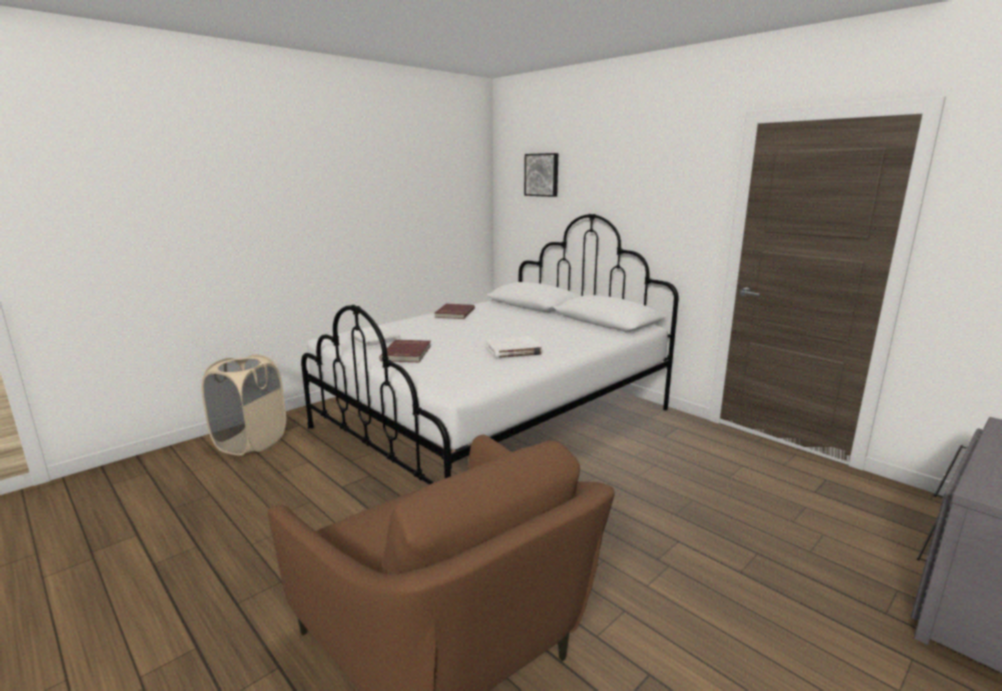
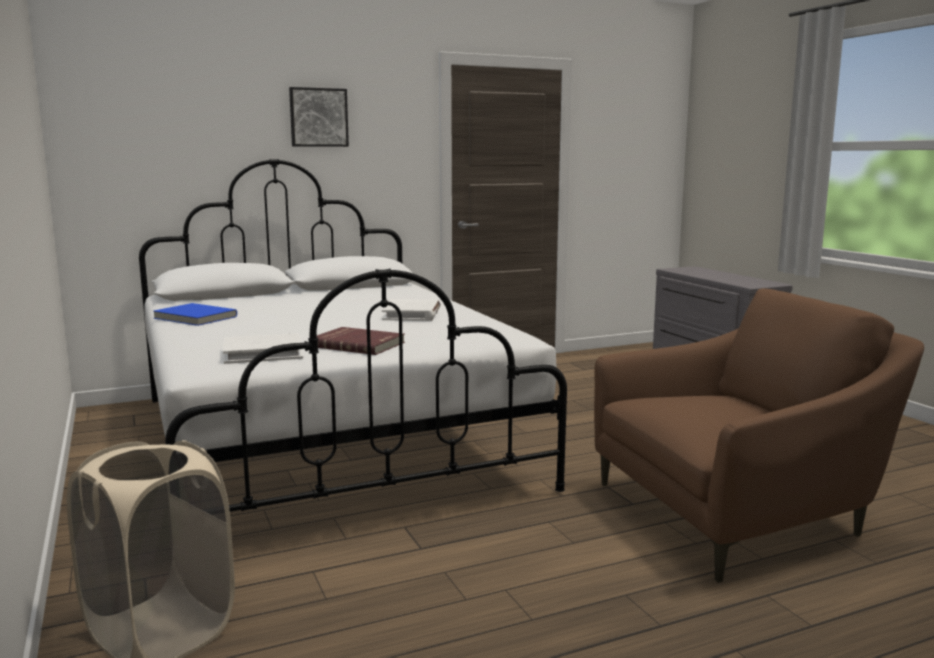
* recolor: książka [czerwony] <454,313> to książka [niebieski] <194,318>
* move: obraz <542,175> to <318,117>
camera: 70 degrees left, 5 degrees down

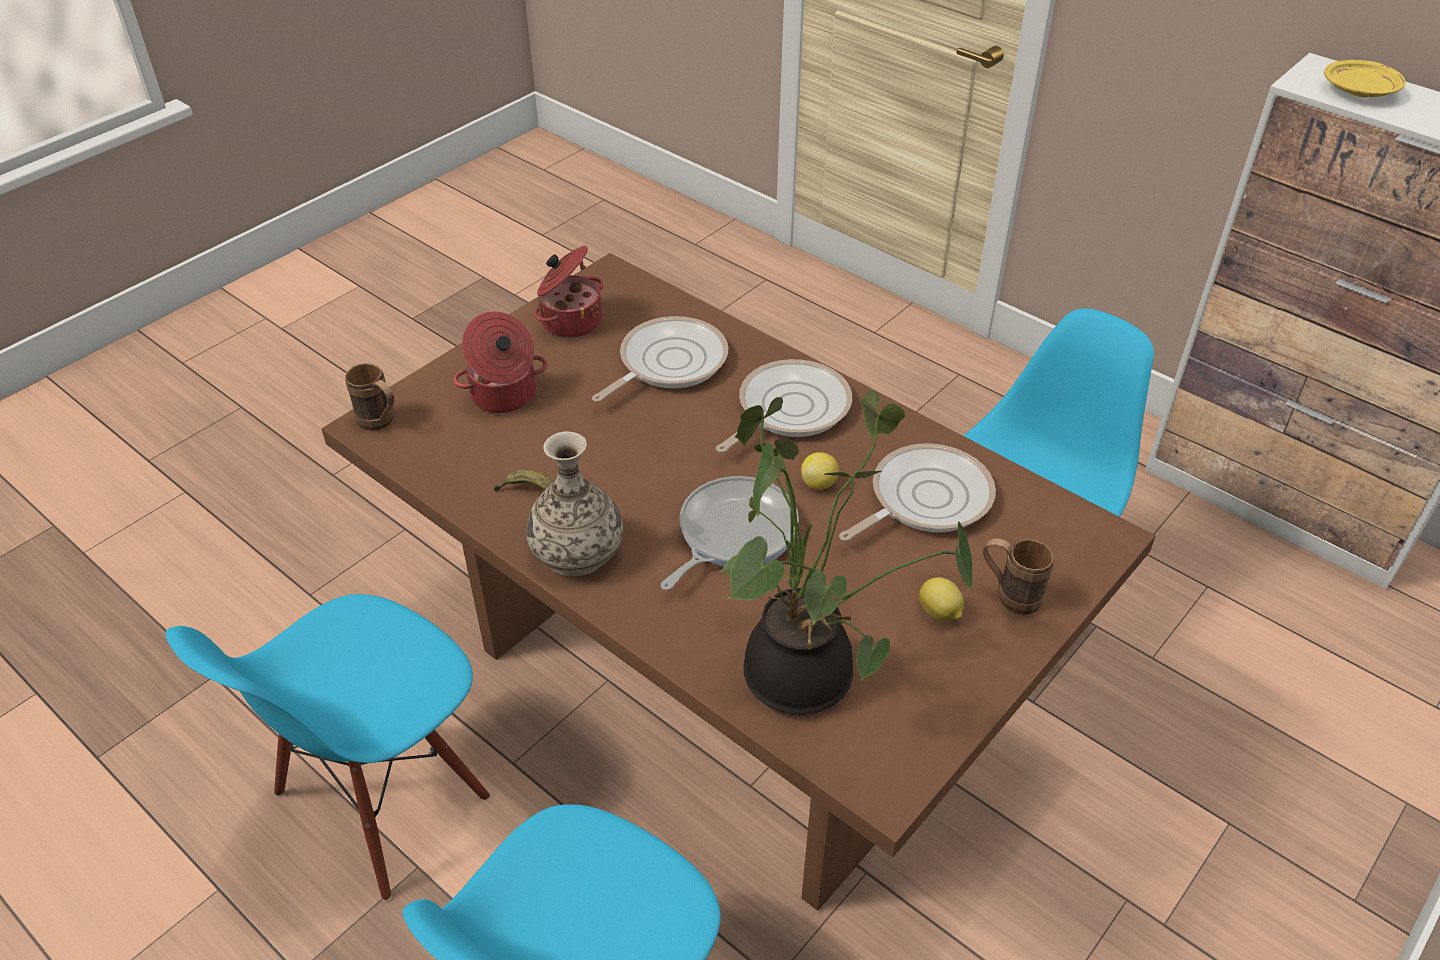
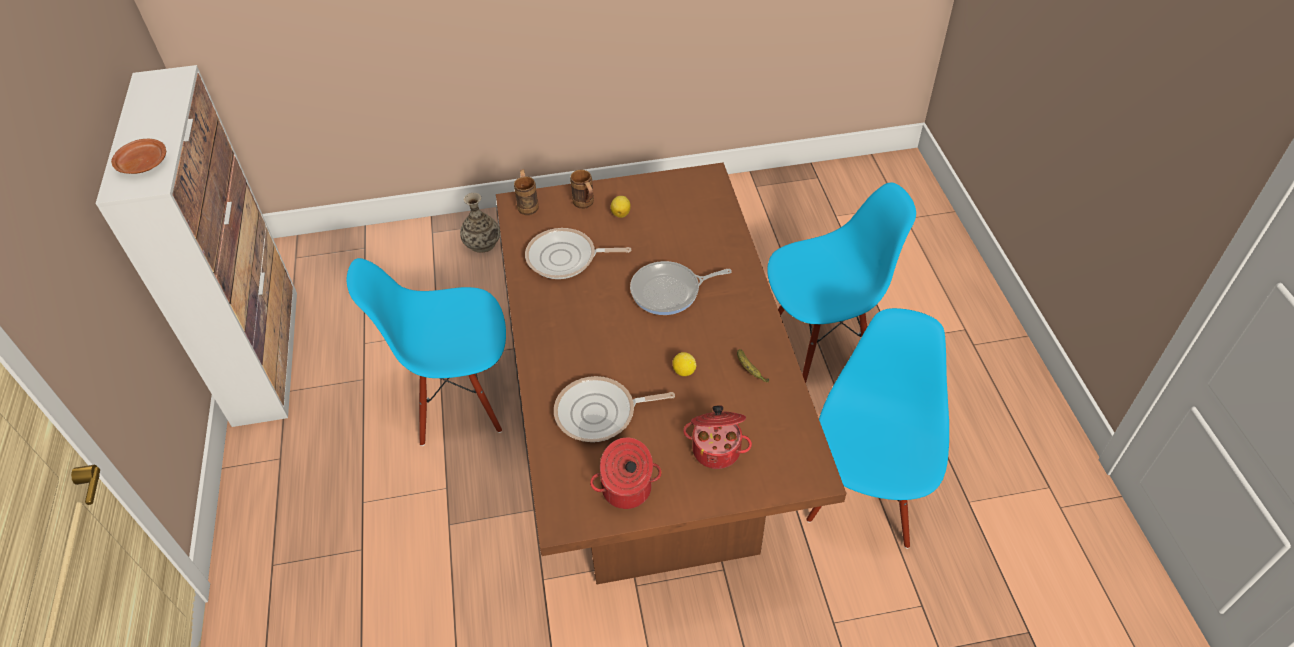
* rotate: krzesło [niebieski] <382,800> = <864,497> 60 degrees counterclockwise
* move: kubek [brązowy] <381,423> to <527,204>
* move: wazon <576,551> to <482,243>
* delete: patelnia <788,409>
* delete: roślina doniczkowa <808,675>
* move: cytryna <819,483> to <684,371>
* recolor: talerz [żółty] <1360,91> to talerz [brązowy] <143,164>
camera: 140 degrees left, 5 degrees up

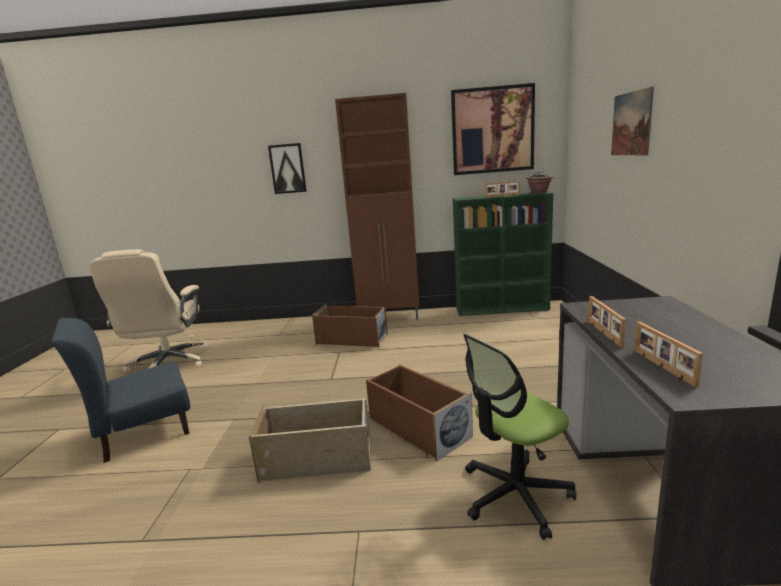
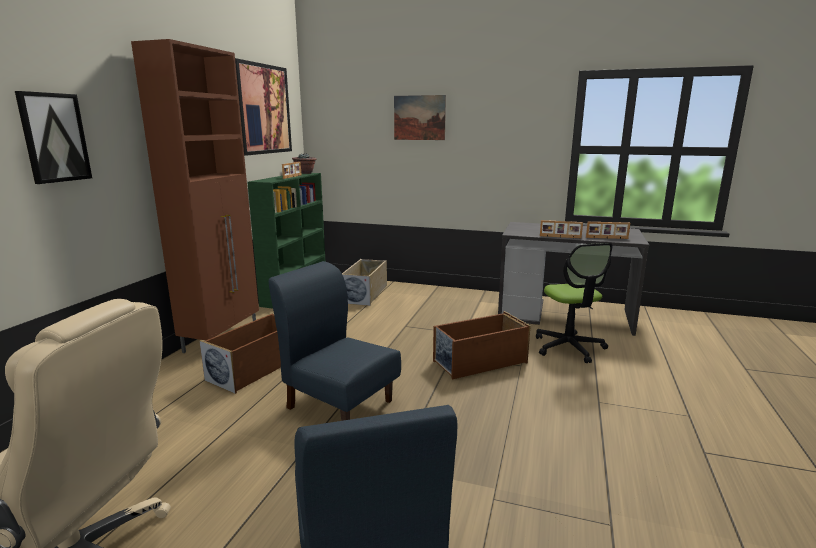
* move: pojemnik do przechowywania [beżowy] <318,459> to <365,294>
* insert: krzesło [niebieski] <339,403>
camera: 75 degrees left, 0 degrees up

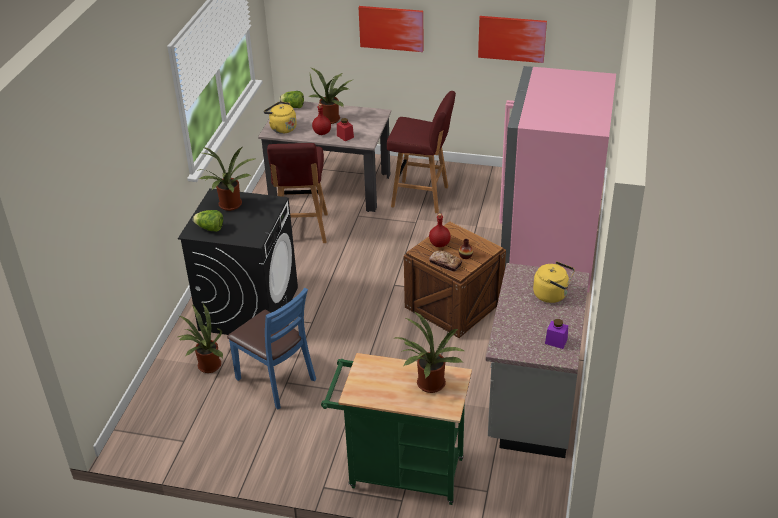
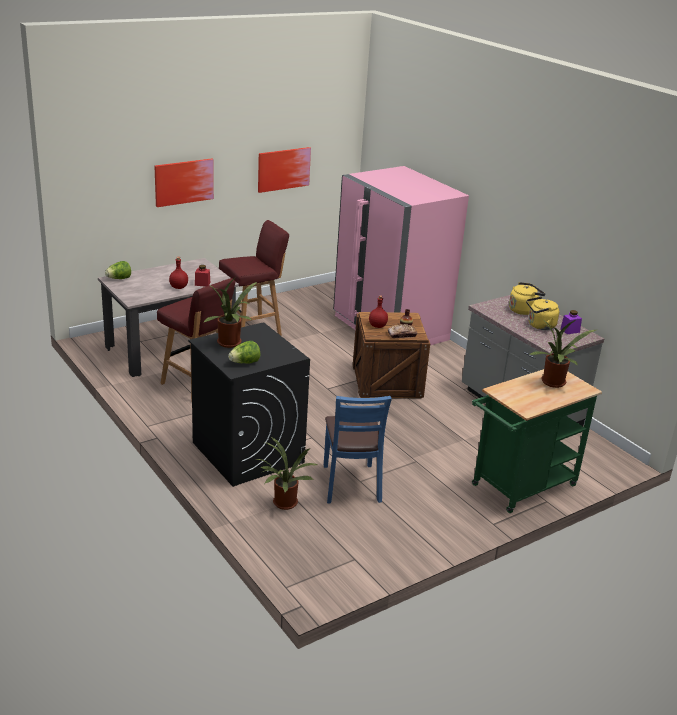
* rotate: krzesło [niebieski] <276,380> = <350,484> 90 degrees clockwise
* move: czajnik [żółty] <282,128> to <539,326>
* delete: roślina doniczkowa <332,119>
camera: 50 degrees left, 10 degrees down

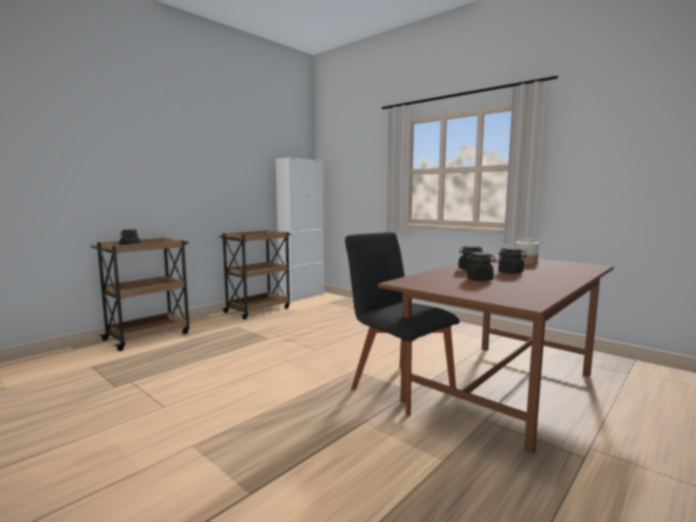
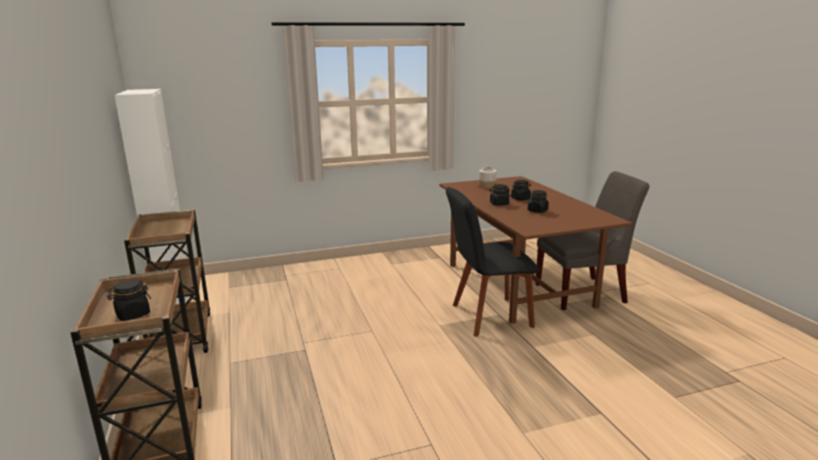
* insert: krzesło [szary] <583,293>
camera: 60 degrees left, 10 degrees up

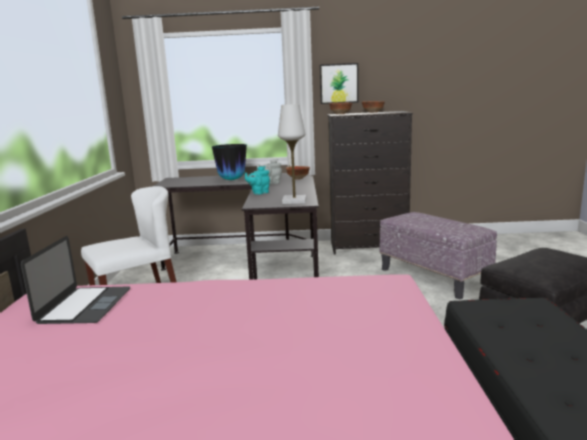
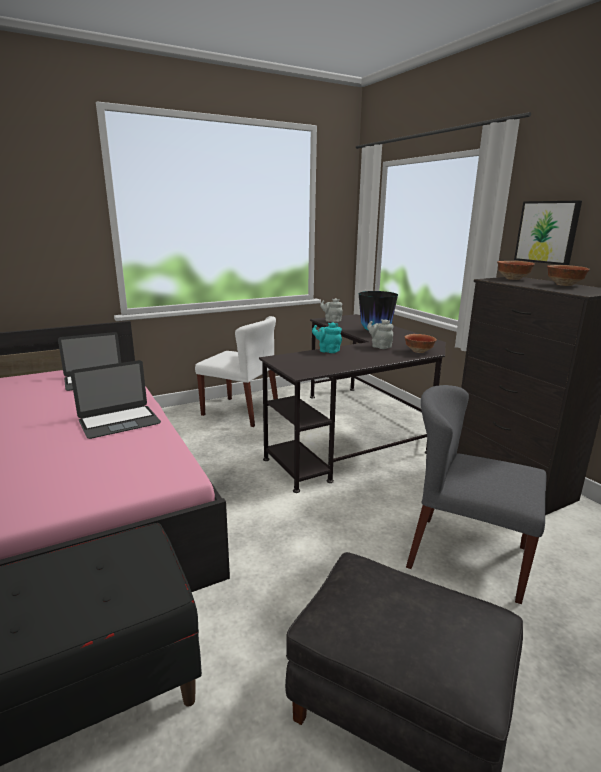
* delete: lampa stołowa [biały] <294,201>
* replace: pufa <432,277> to krzesło [szary] <466,556>
* insert: laptop <119,421>
* insert: imbryk [szary] <331,321>
camera: 60 degrees right, 5 degrees up

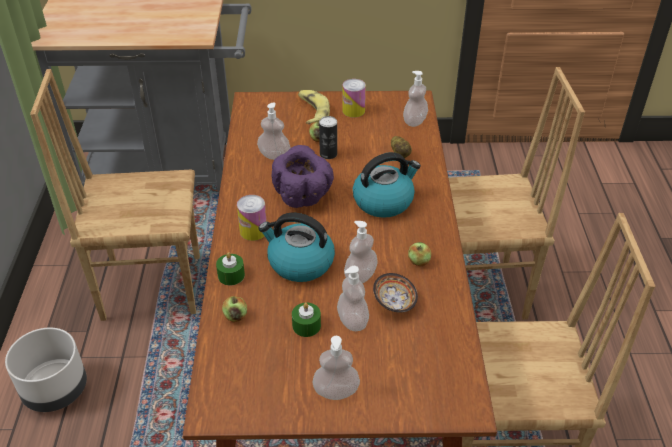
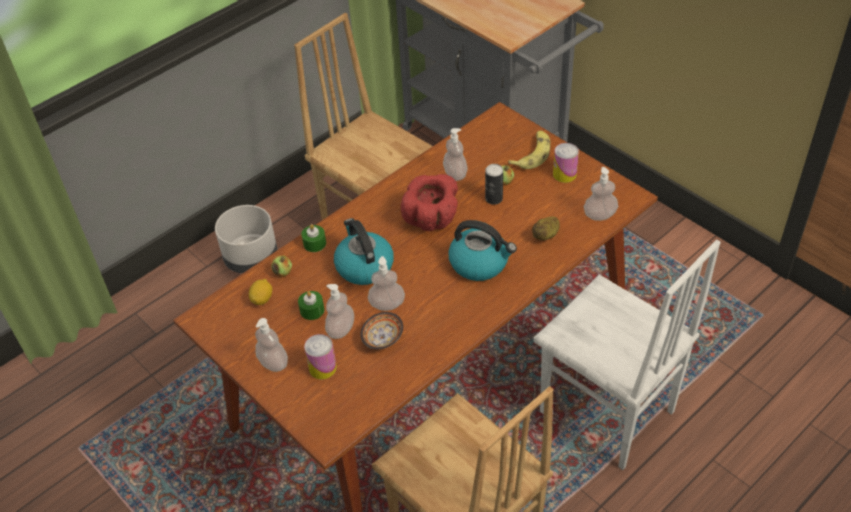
* move: puszka <253,231> to <322,368>
* recolor: miska [fioletowy] <303,195> to miska [czerwony] <432,219>
* delete: jabłko <418,261>
* recolor: krzesło [brązowy] <474,293> to krzesło [biały] <606,414>
* insert: cytryna <262,299>
camera: 50 degrees right, 5 degrees up

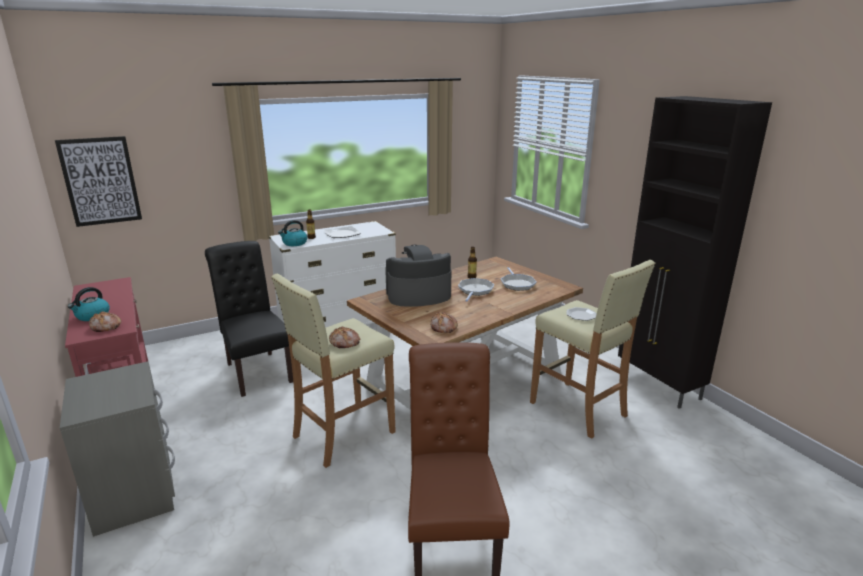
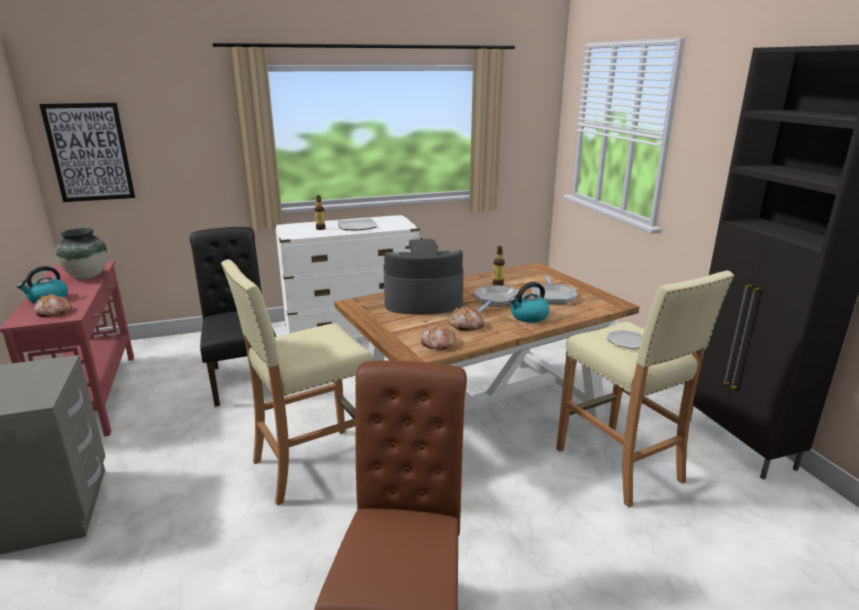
* move: czajnik <294,243> to <528,317>
* move: chleb <345,343> to <466,325>
* insert: wazon <87,276>
camera: 10 degrees right, 0 degrees up

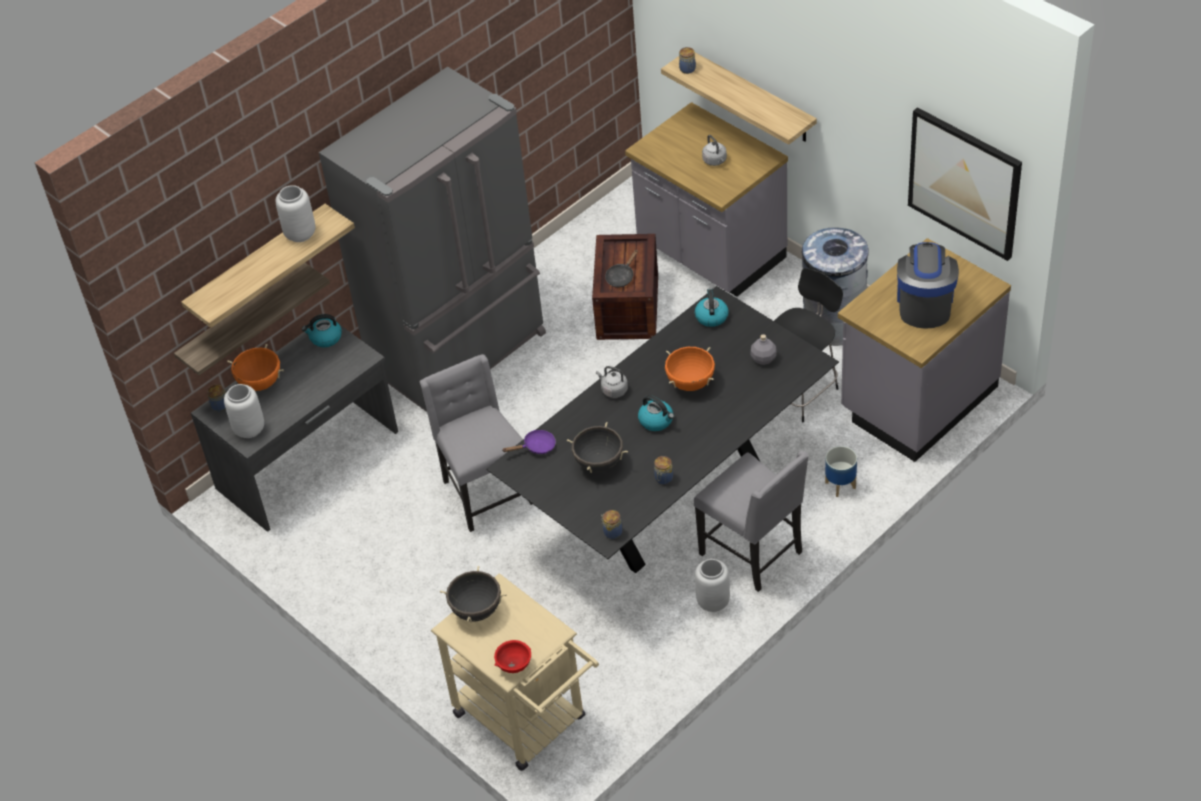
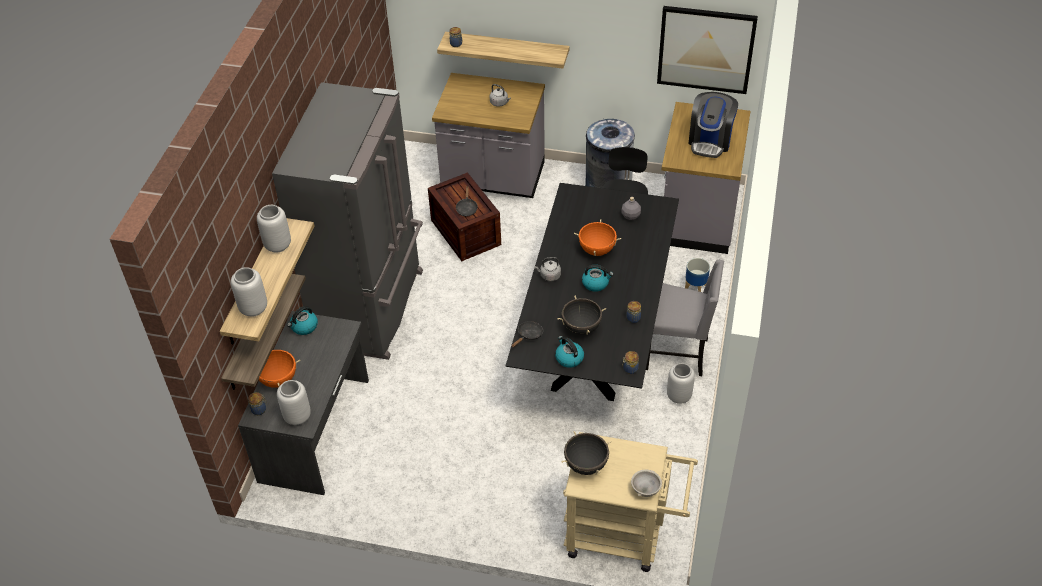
* delete: krzesło [szary] <485,492>
* recolor: miska [czerwony] <514,665> to miska [szary] <645,490>
* recolor: patelnia [fioletowy] <536,447> to patelnia [czarny] <528,335>
* move: czajnik <711,316> to <569,358>
* rotate: ekspres do kawy <924,304> = <710,141> 135 degrees counterclockwise
* insert: wazon [szary] <254,309>
camera: 35 degrees left, 0 degrees up

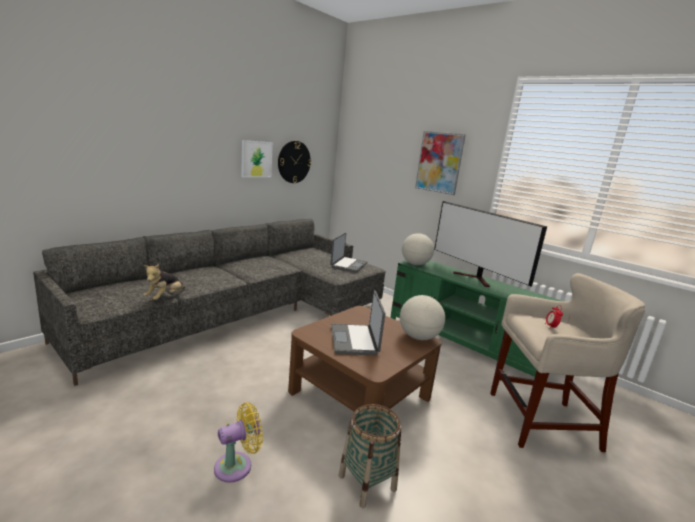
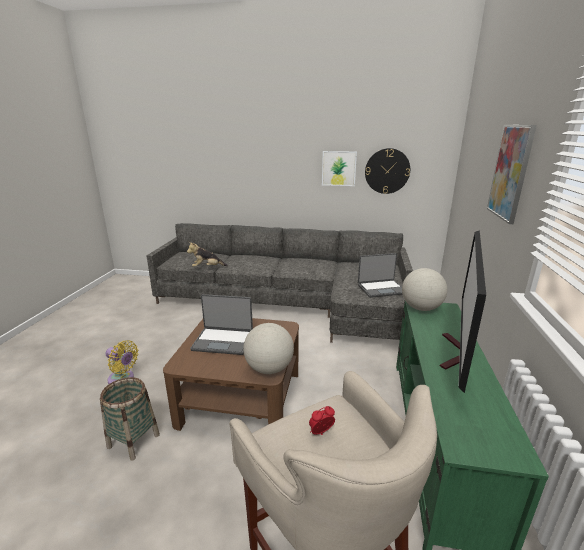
* rotate: laptop <355,340> = <223,341> 135 degrees counterclockwise
camera: 60 degrees right, 5 degrees up

